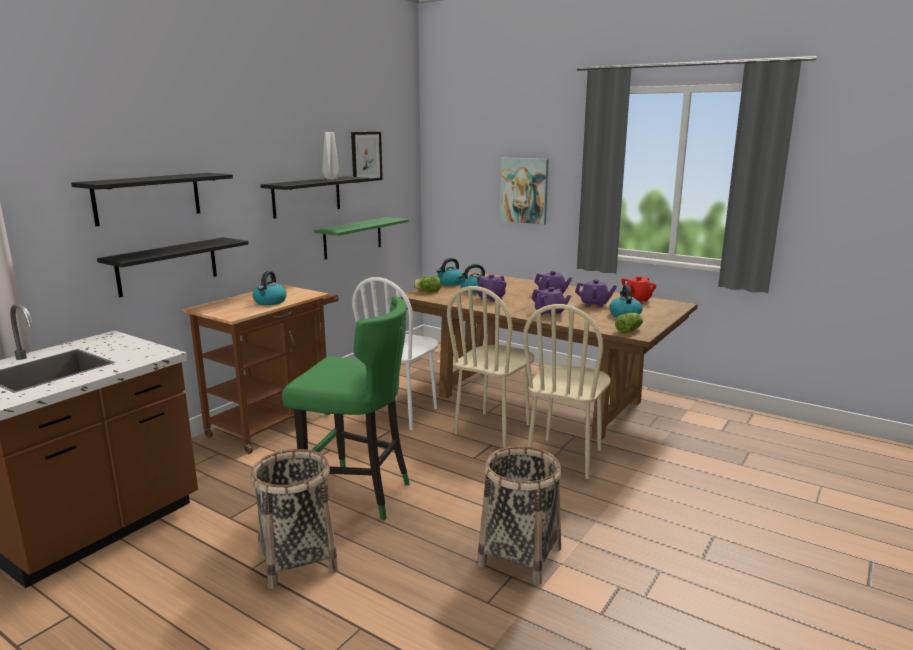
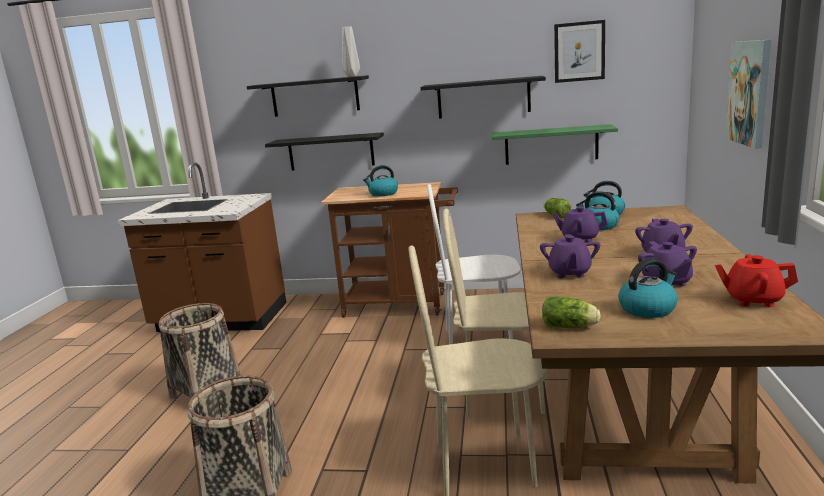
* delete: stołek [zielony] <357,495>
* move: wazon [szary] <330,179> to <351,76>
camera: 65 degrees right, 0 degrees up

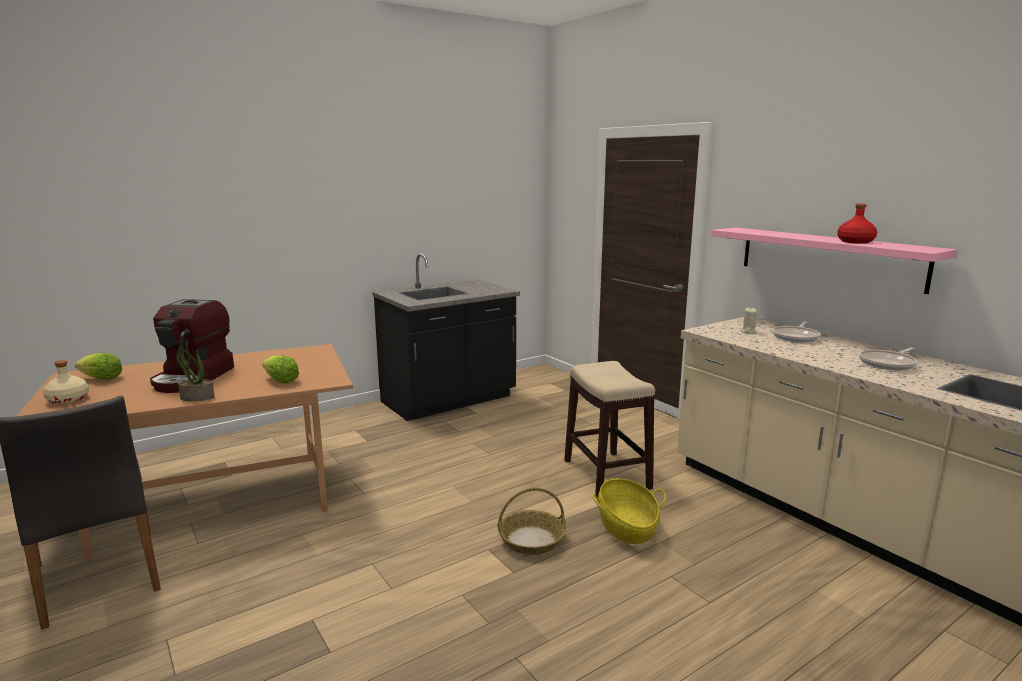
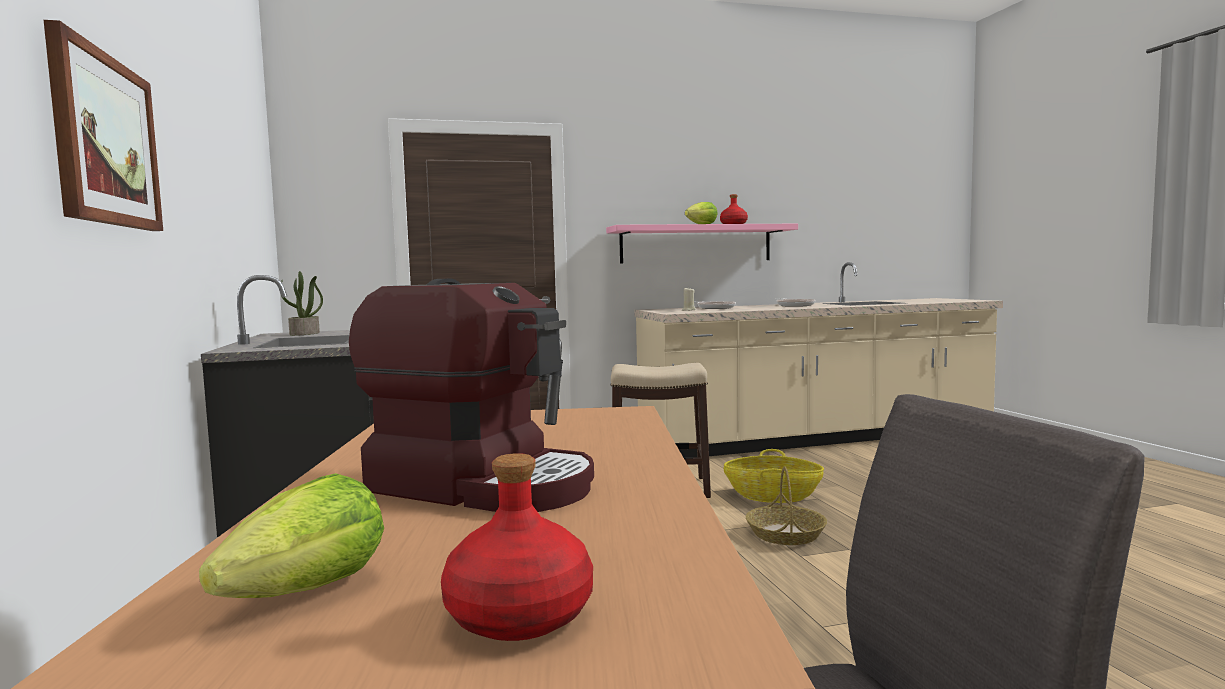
* recolor: butelka [beżowy] <68,399> to butelka [czerwony] <521,615>
* move: roślina doniczkowa <196,398> to <305,334>
* move: sałata <281,381> to <702,224>
* insert: obraz <105,141>
camera: 70 degrees left, 10 degrees down

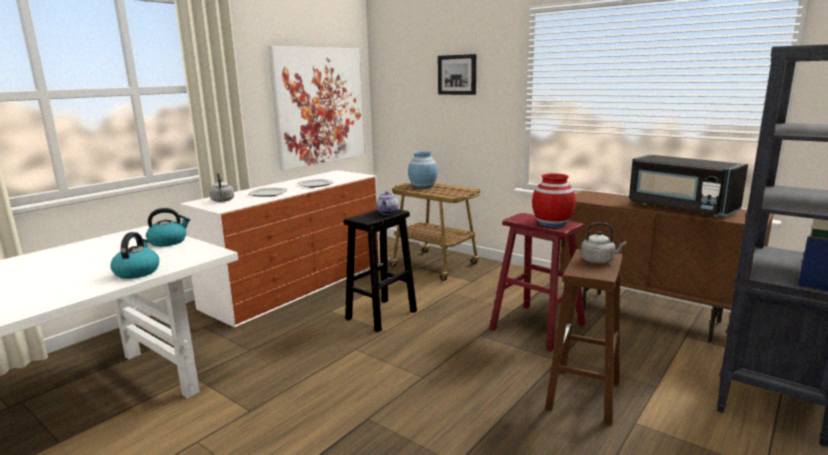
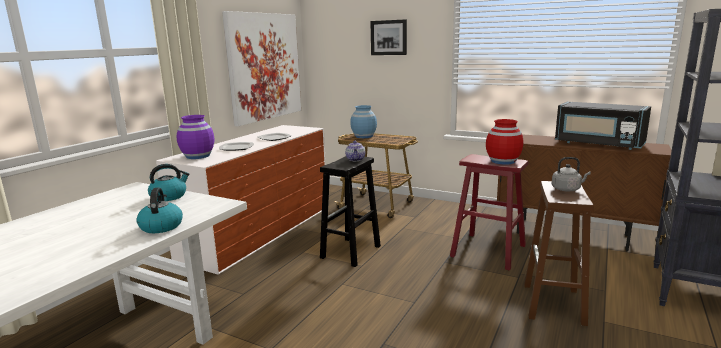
* replace: czajnik [szary] <222,201> to wazon [fioletowy] <197,156>
camera: 10 degrees left, 0 degrees up

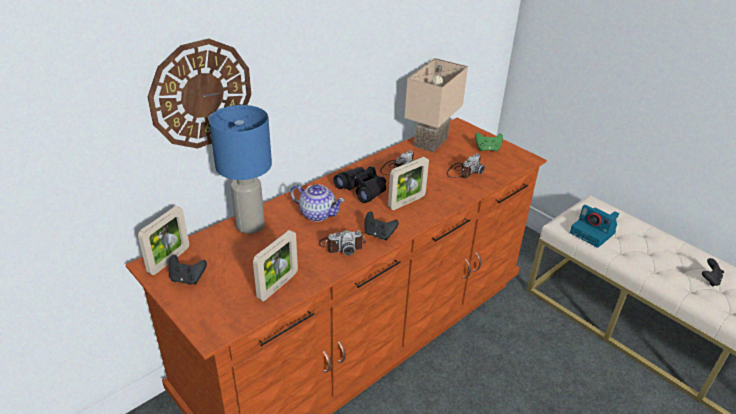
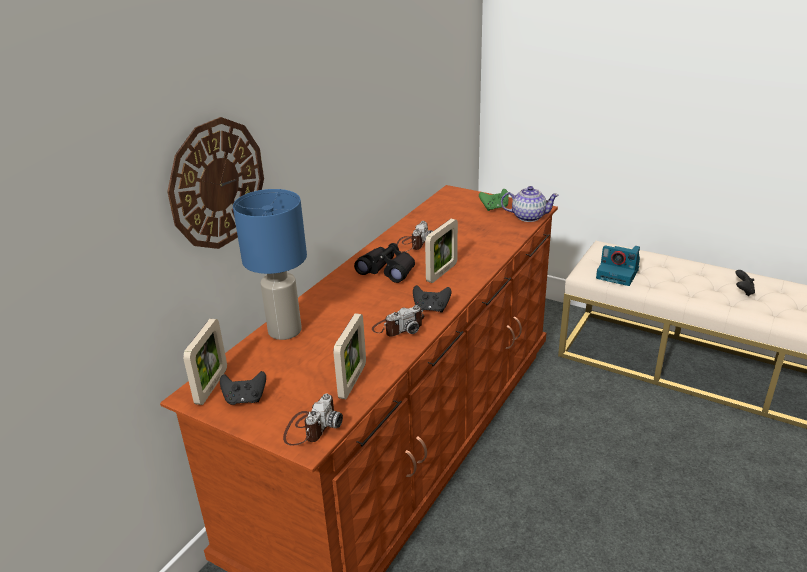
* move: imbryk <317,214> to <528,217>
* delete: lampa stołowa [beżowy] <432,143>
* move: aparat fotograficzny <463,171> to <311,427>
camera: 15 degrees left, 5 degrees down

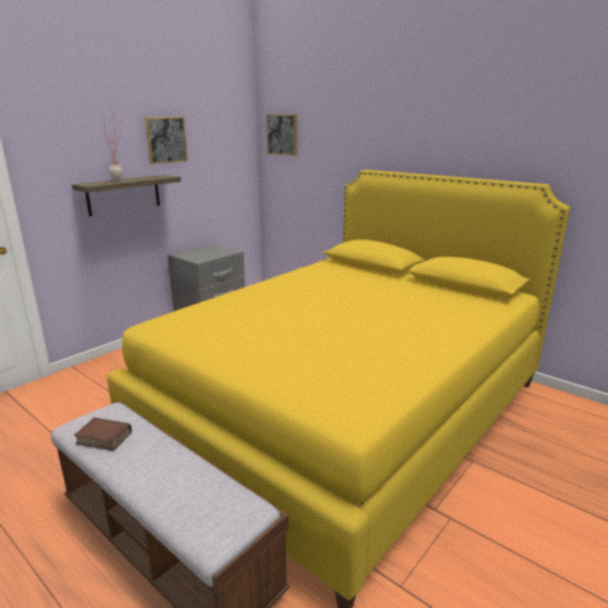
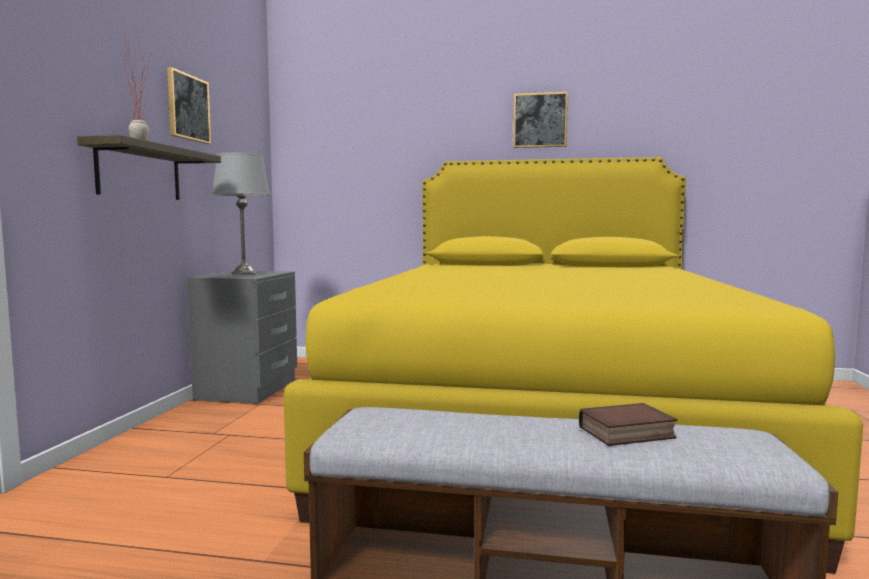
* move: książka <102,439> to <626,433>
* move: obraz <282,134> to <540,120>
* insert: lampa stołowa [szary] <244,272>
camera: 30 degrees left, 15 degrees down

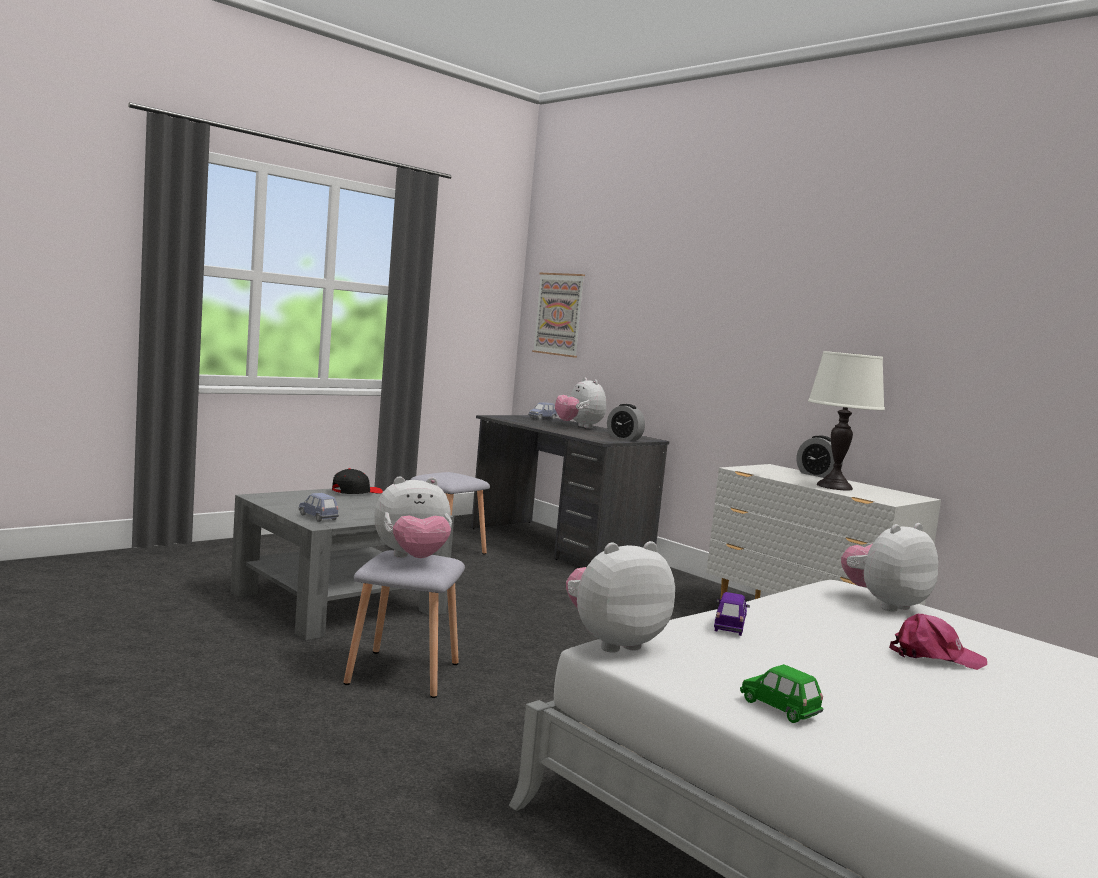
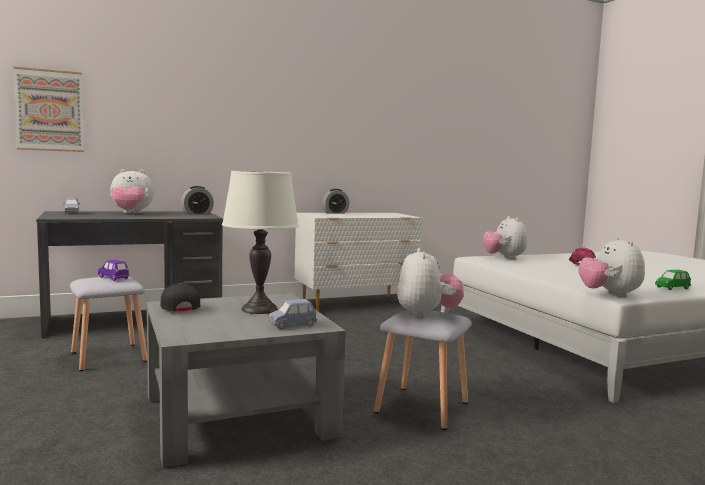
* move: samochodzik [fioletowy] <729,627> to <113,278>
* move: lampa stołowa [biały] <834,486> to <259,309>
camera: 70 degrees left, 0 degrees up

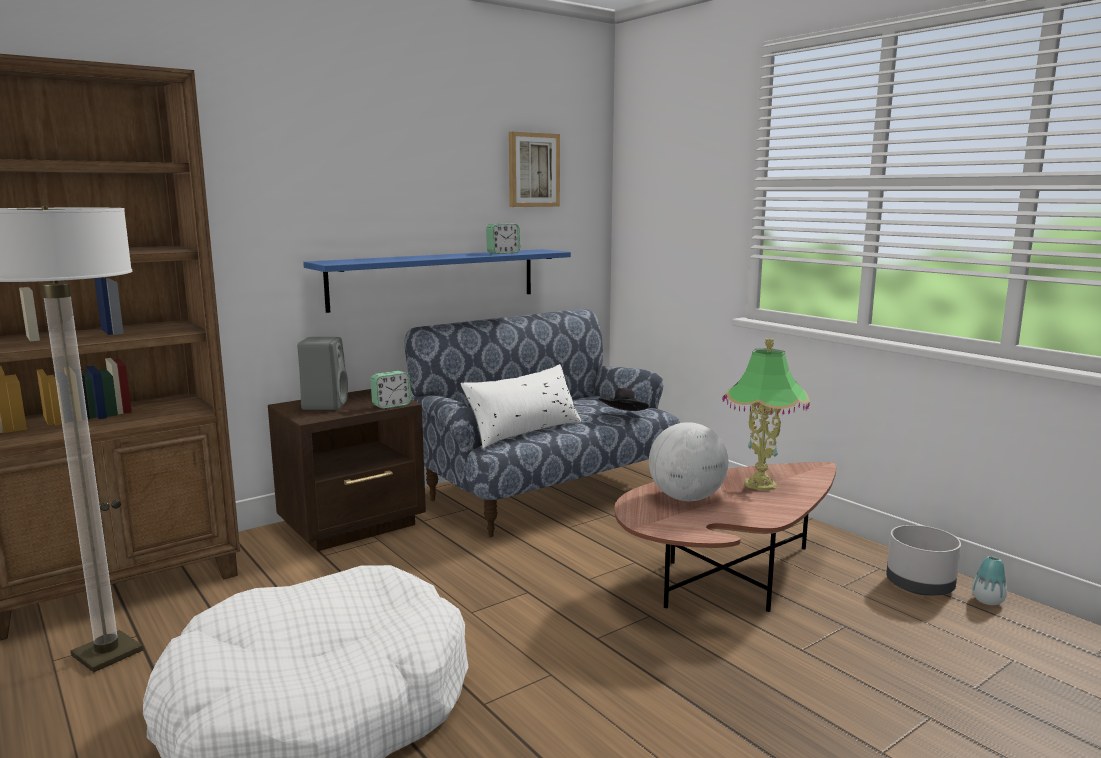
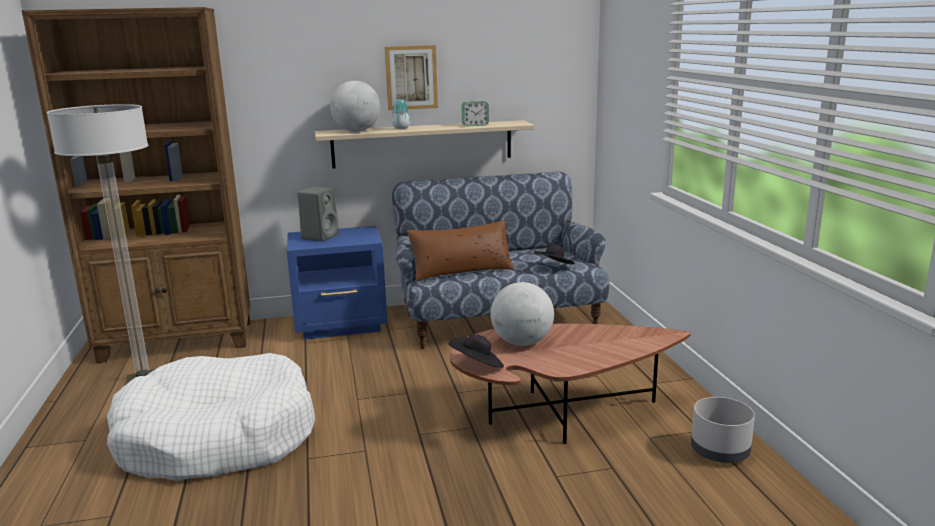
* recolor: szafka nocna [brązowy] <354,525> to szafka nocna [niebieski] <342,325>
* recolor: półka [niebieski] <435,278> to półka [beżowy] <422,144>
* delete: budzik <391,405>
* recolor: poduszka [biały] <524,431> to poduszka [brązowy] <461,271>
* move: obraz <533,170> to <411,77>
* delete: lampa stołowa <759,484>
* move: wazon <987,601> to <401,128>
* insert: globus <356,131>
* insert: kapelusz [czarny] <477,366>
camera: 25 degrees right, 5 degrees up

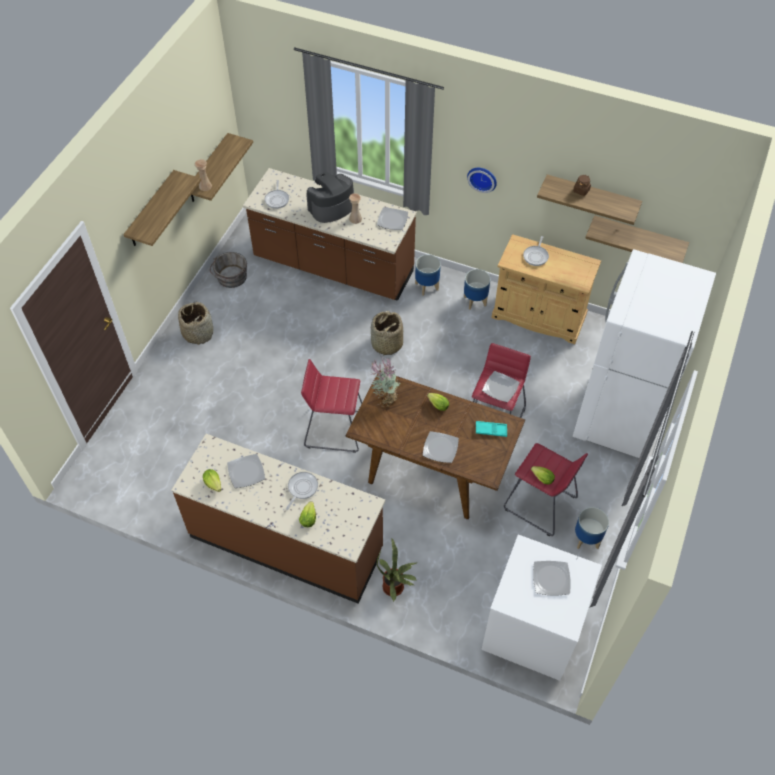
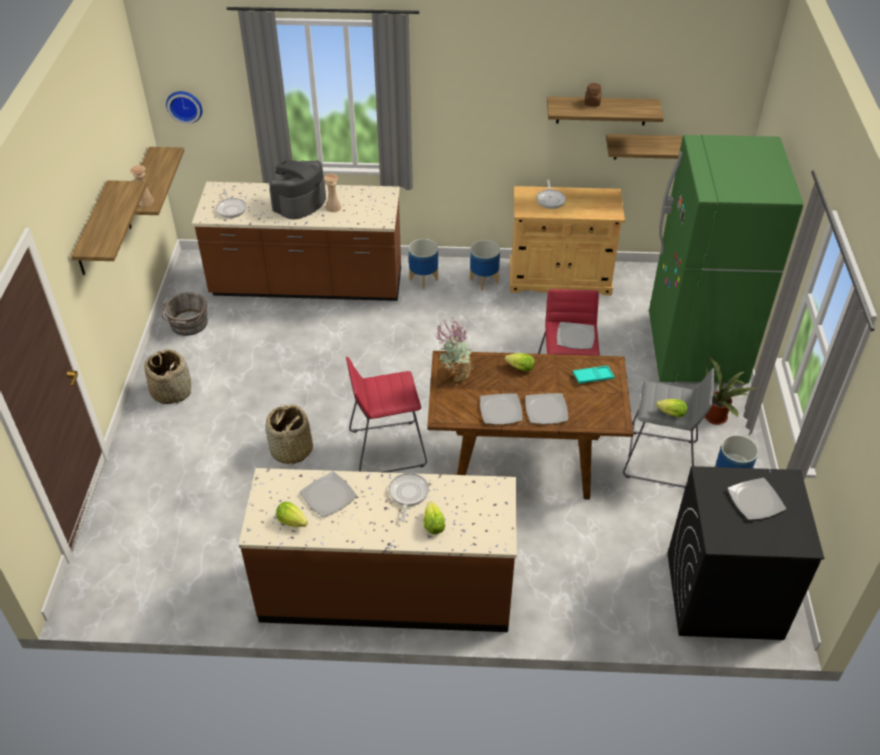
* move: koszyk <386,344> to <291,450>
* move: talerz <392,220> to <501,411>
* move: roślina doniczkowa <395,587> to <717,416>
* move: zegar ścienny <482,178> to <185,105>
* recolor: pralka [biały] <531,630> to pralka [czarny] <723,595>
* recolor: stołek [czerwony] <540,504> to stołek [szary] <660,460>
* recolor: lodówka [biały] <619,416> to lodówka [zielony] <695,351>
camera: 20 degrees left, 10 degrees down

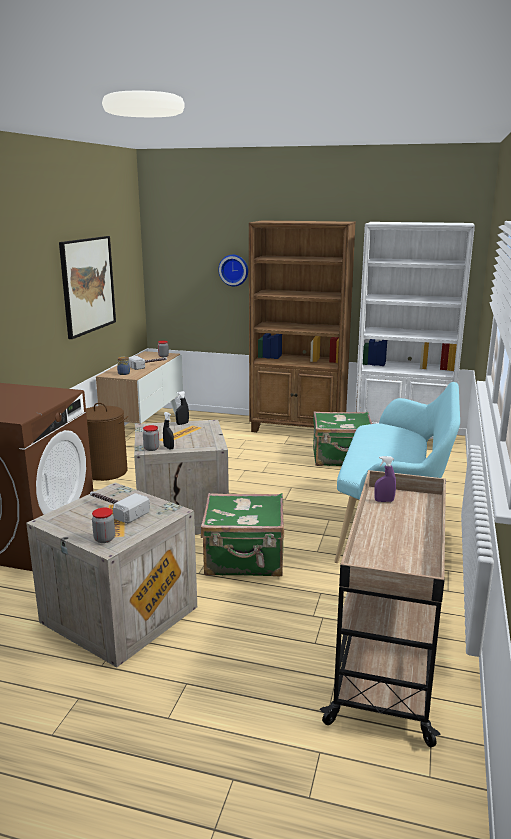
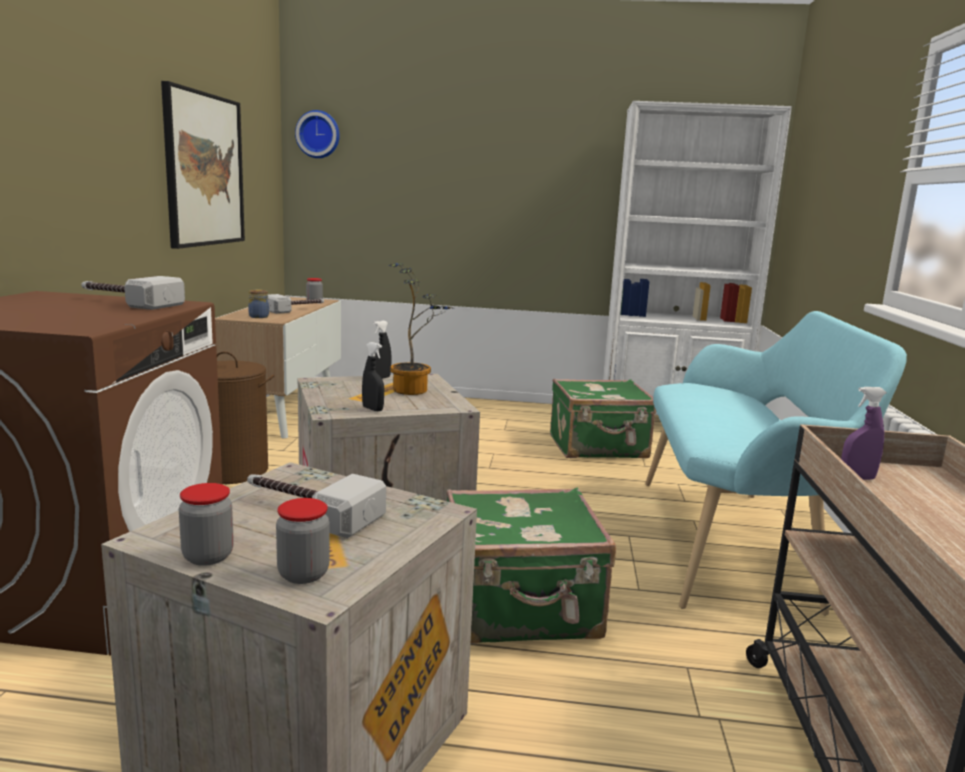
* move: słoik <151,448> to <208,556>
* move: zegar ścienny <234,270> to <318,134>
* delete: regał [brązowy] <298,429>
* insert: młotek <126,302>
* insert: roślina doniczkowa <415,390>
camera: 10 degrees left, 5 degrees down

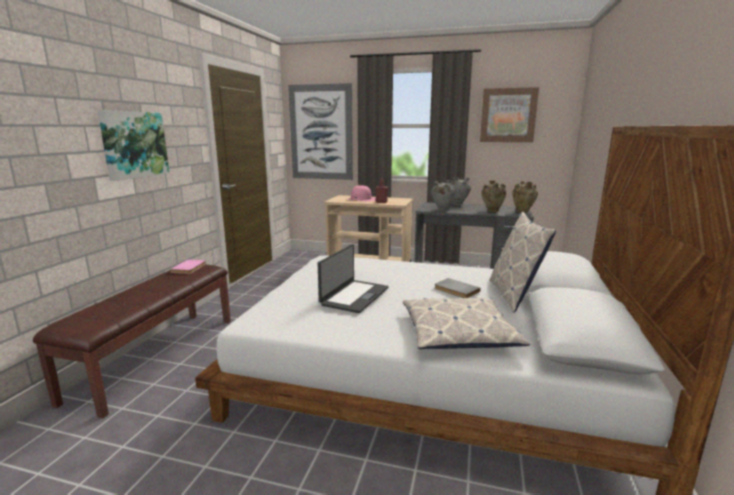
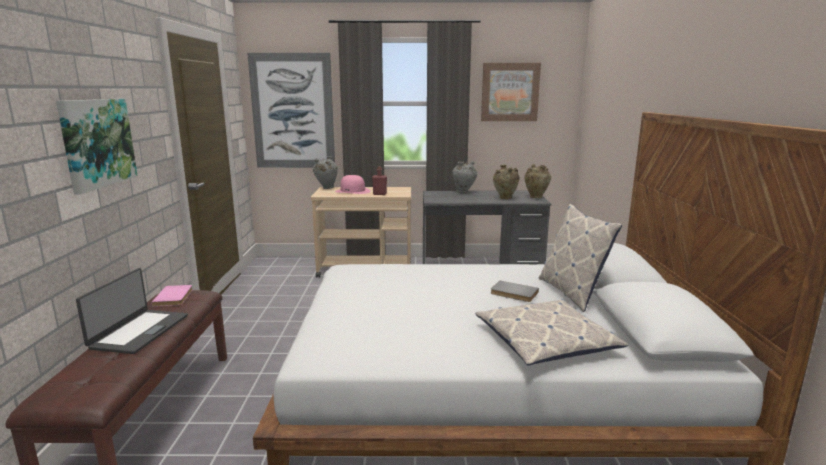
* move: laptop <354,296> to <139,331>
* move: wazon [szary] <442,210> to <326,188>
camera: 15 degrees left, 0 degrees up

